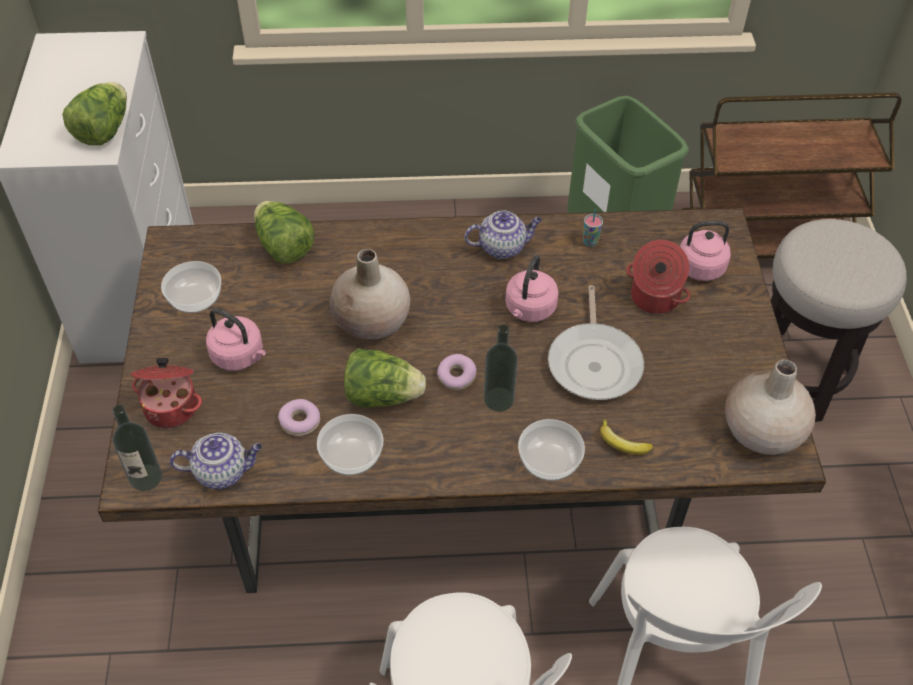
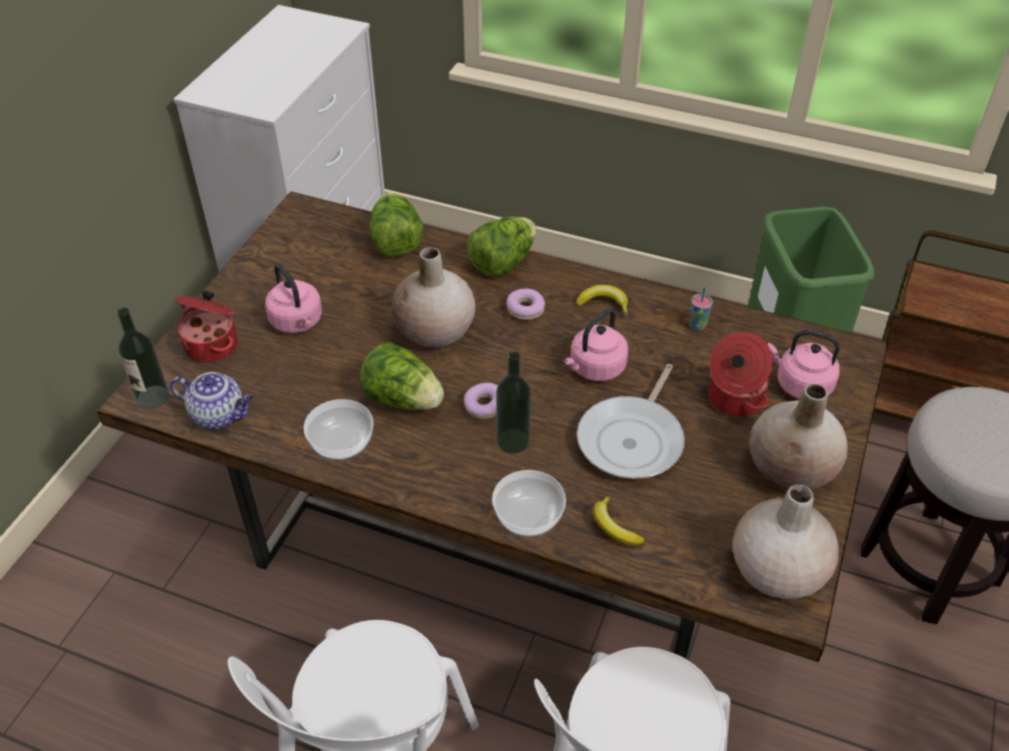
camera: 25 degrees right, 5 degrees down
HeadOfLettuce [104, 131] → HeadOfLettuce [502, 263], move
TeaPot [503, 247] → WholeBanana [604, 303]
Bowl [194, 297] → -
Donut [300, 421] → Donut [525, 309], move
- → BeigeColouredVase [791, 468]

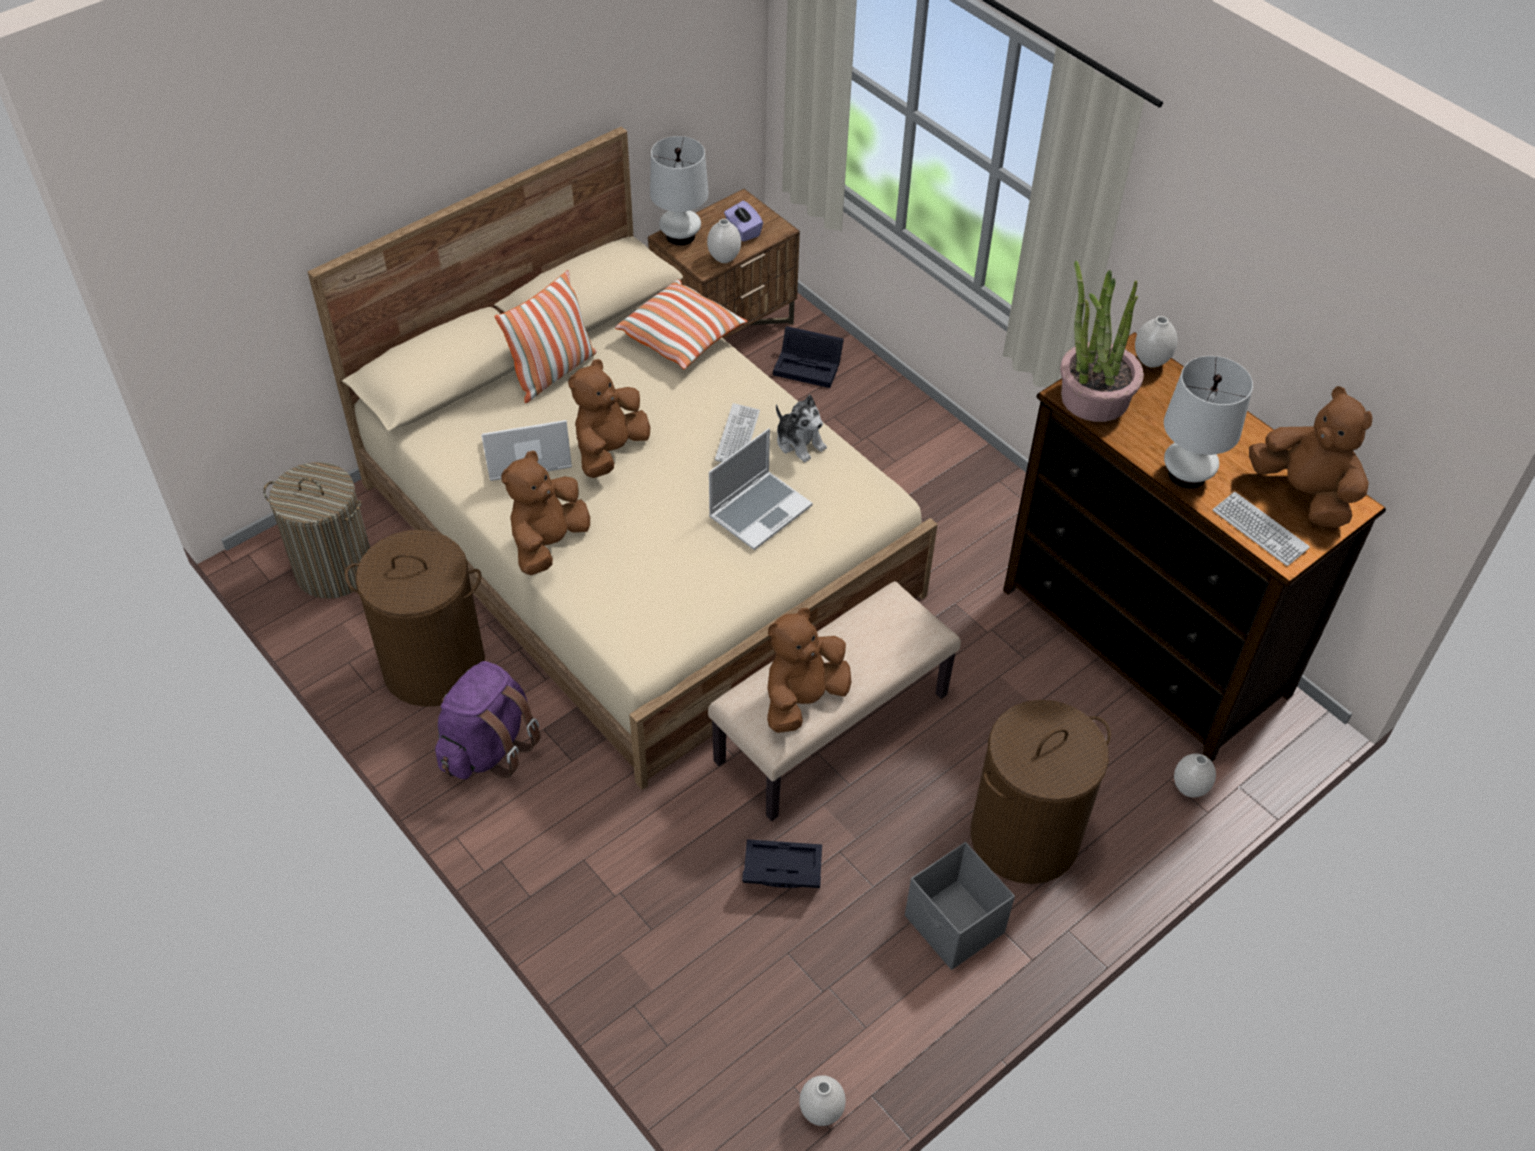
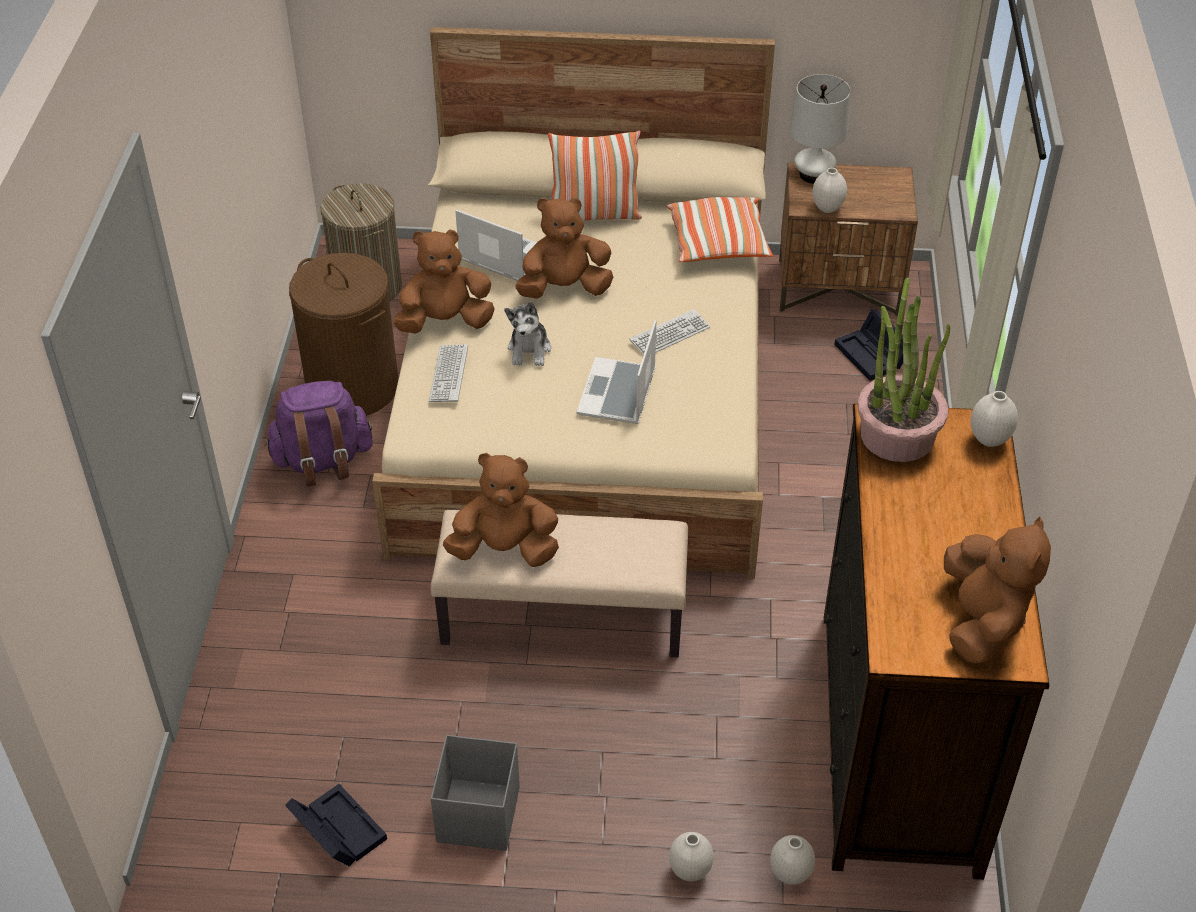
camera: 45 degrees right, 5 degrees down
PurpleColouredBoxOfTissues [743, 231] → -
WhiteLampForATable [1187, 475] → -
PlushToy [799, 442] → PlushToy [529, 350], move
Laptop [760, 510] → Laptop [618, 394], 105 degrees clockwise
ComputerKeyboard [1259, 530] → ComputerKeyboard [448, 374], move
BrownColouredHamper [1024, 837] → -
BlackishStorageBin [779, 872] → BlackishStorageBin [336, 830], move
WhiteVase [820, 1112] → WhiteVase [689, 871], move

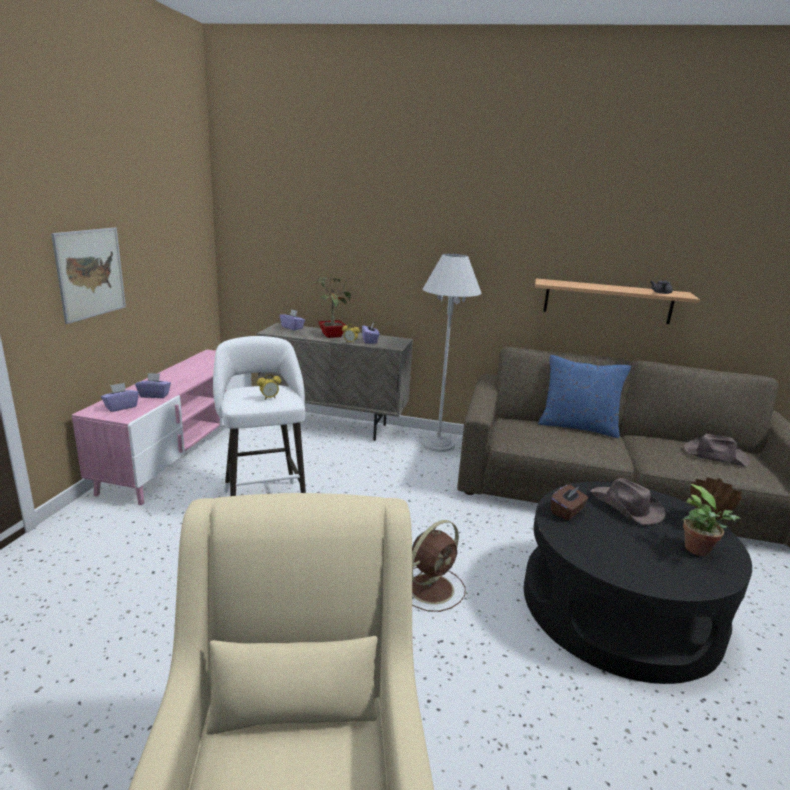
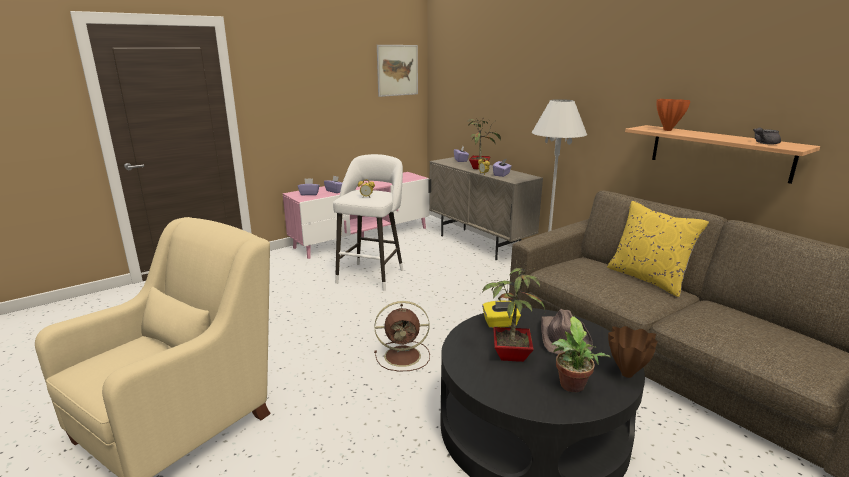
camera: 40 degrees right, 0 degrees up
WallPicture [90, 273] → WallPicture [397, 70], move
BlueColouredThrowPillow [578, 427] → YellowishThrowPillow [648, 279]
BrownColouredClothingHat [714, 455] → -
BrownColouredBoxOfTissues [567, 512] → YellowishBoxOfTissues [500, 323]
- → OrangeColouredVase [668, 130]
- → PottedPlant [509, 355]

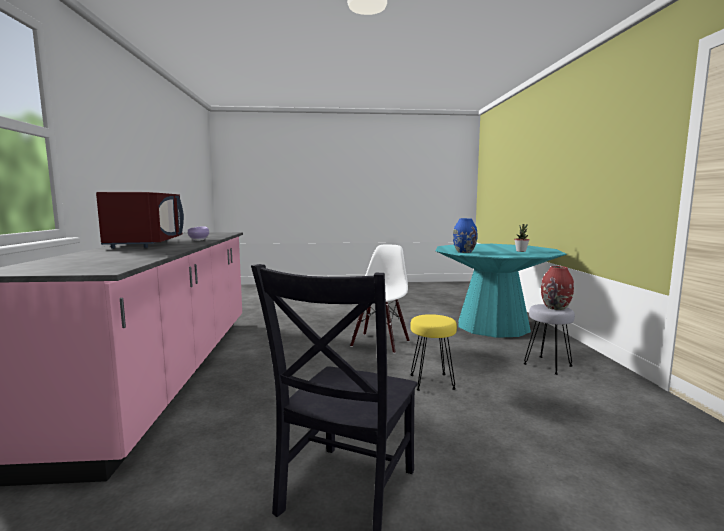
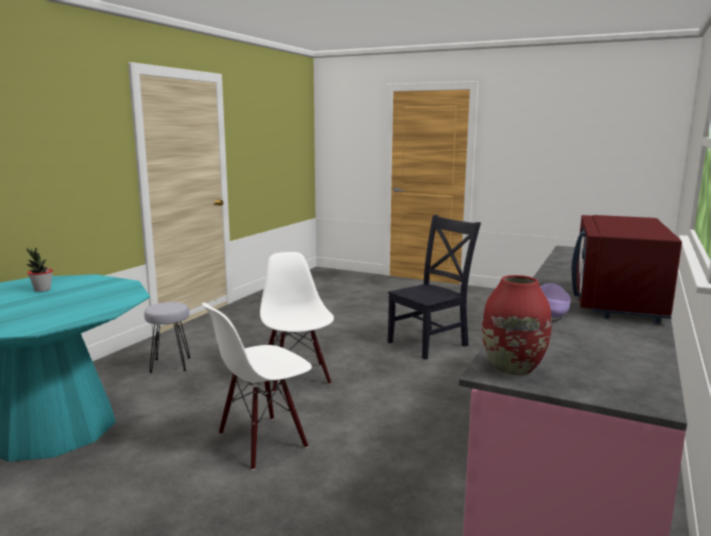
camera: 150 degrees left, 5 degrees up
BlueColouredVase [464, 252] → -
RedVase [556, 308] → RedVase [512, 368], move
YellowishStoolSeat [431, 382] → WhiteChair [296, 377]

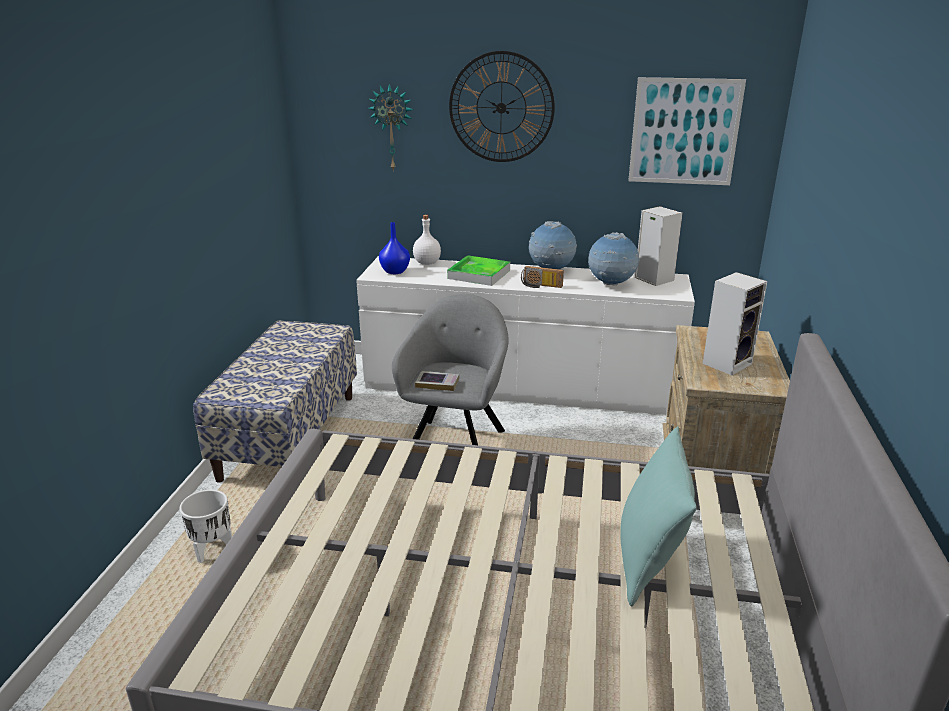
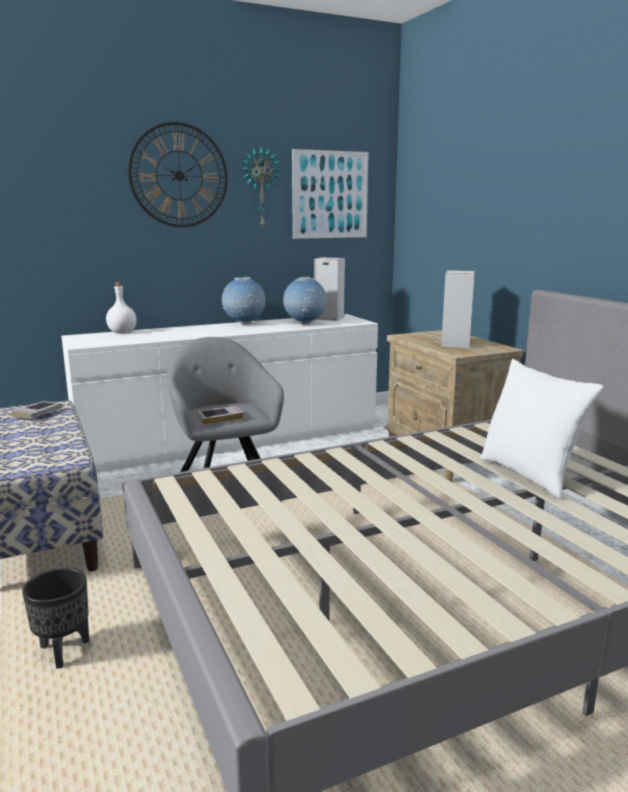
camera: 35 degrees left, 10 degrees down
HangingClock [392, 128] → HangingClock [260, 188], move
BlueColouredVase [395, 271] → -
ServingTray [479, 274] → -
RadioReceiver [540, 286] → -
TurquoiseColouredThrowPillow [648, 562] → WhiteThrowPillow [529, 475]
WhitePlantPot [213, 550] → BlackishPlantPot [63, 651]
- → BoundBook [38, 413]

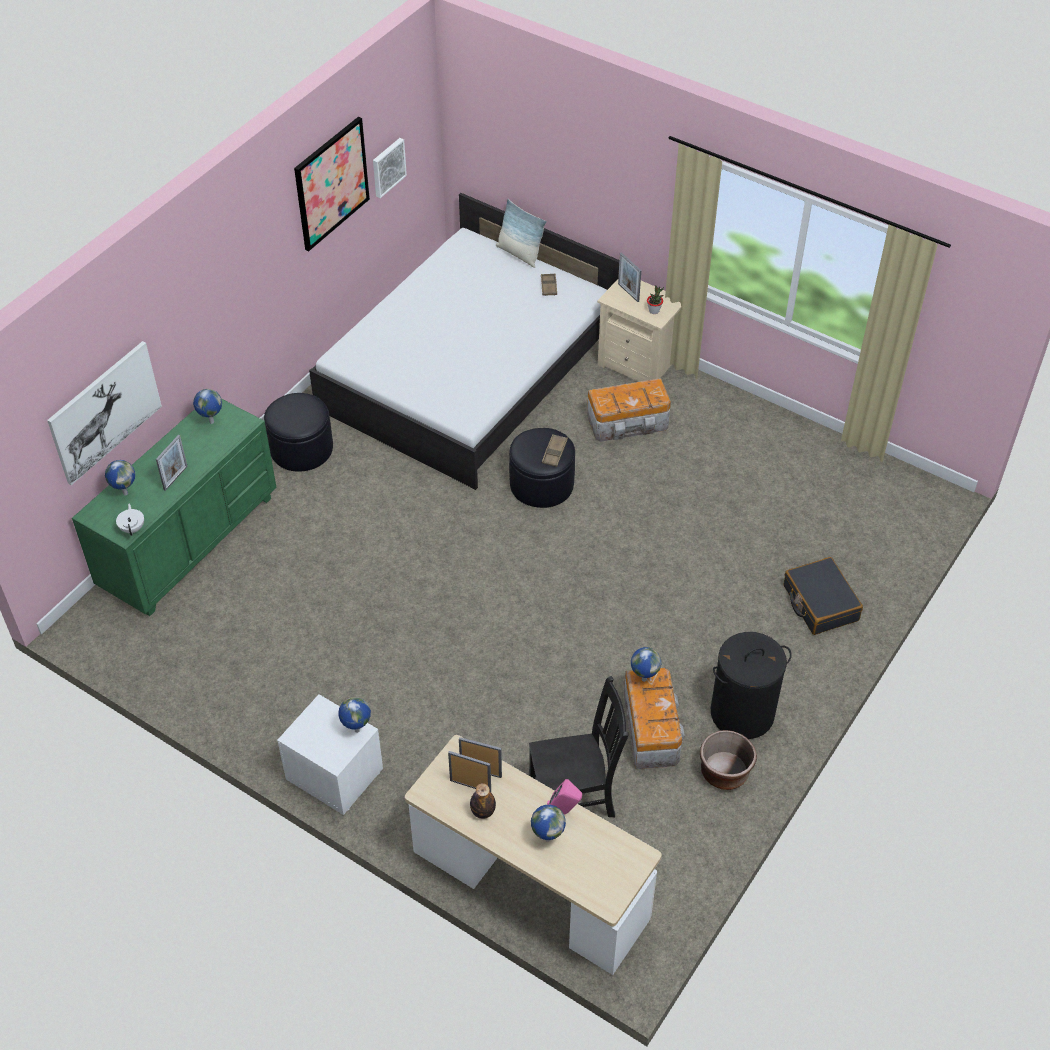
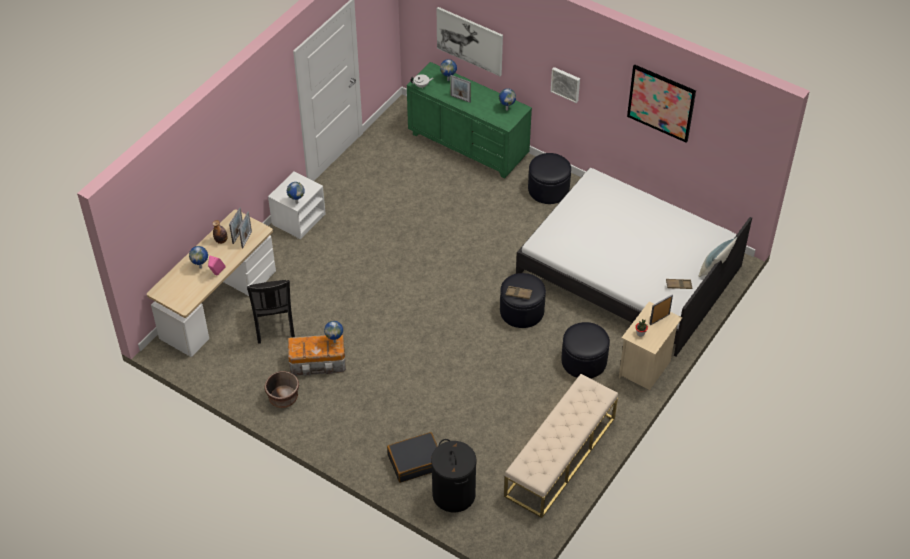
camera: 90 degrees right, 0 degrees up
WallPicture [387, 167] → WallPicture [566, 84], move
StorageBin [629, 423] → BlackishOttoman [584, 361]
BlackishHamper [742, 713] → BlackishHamper [453, 494], move
- → BeigeColouredBench [560, 457]

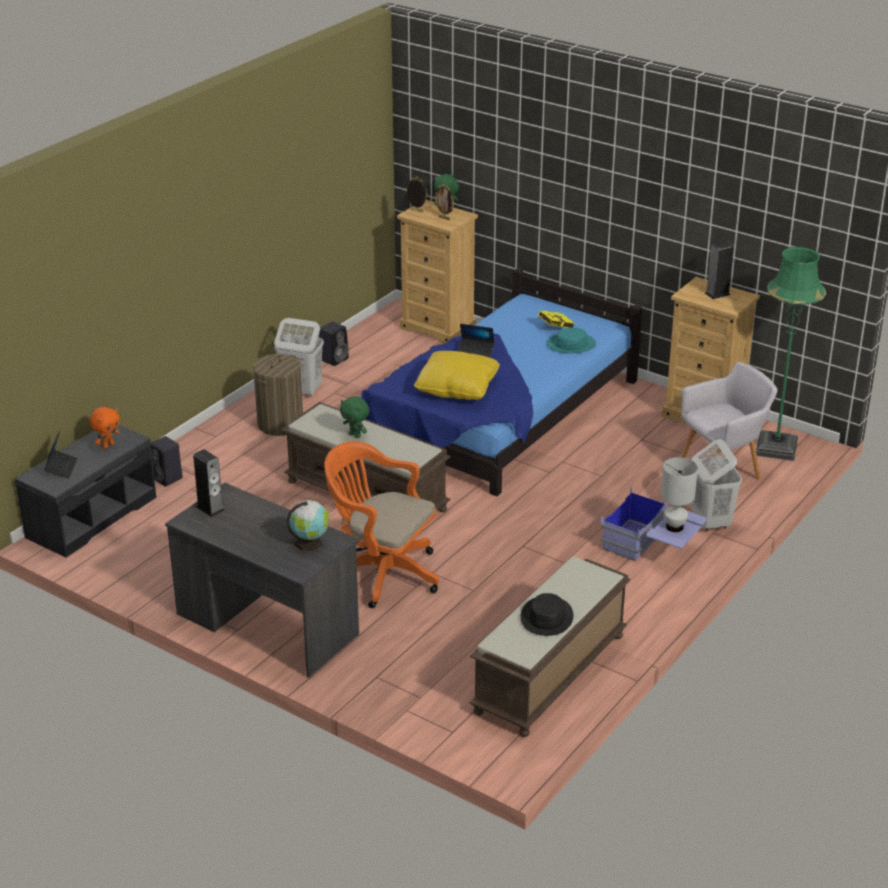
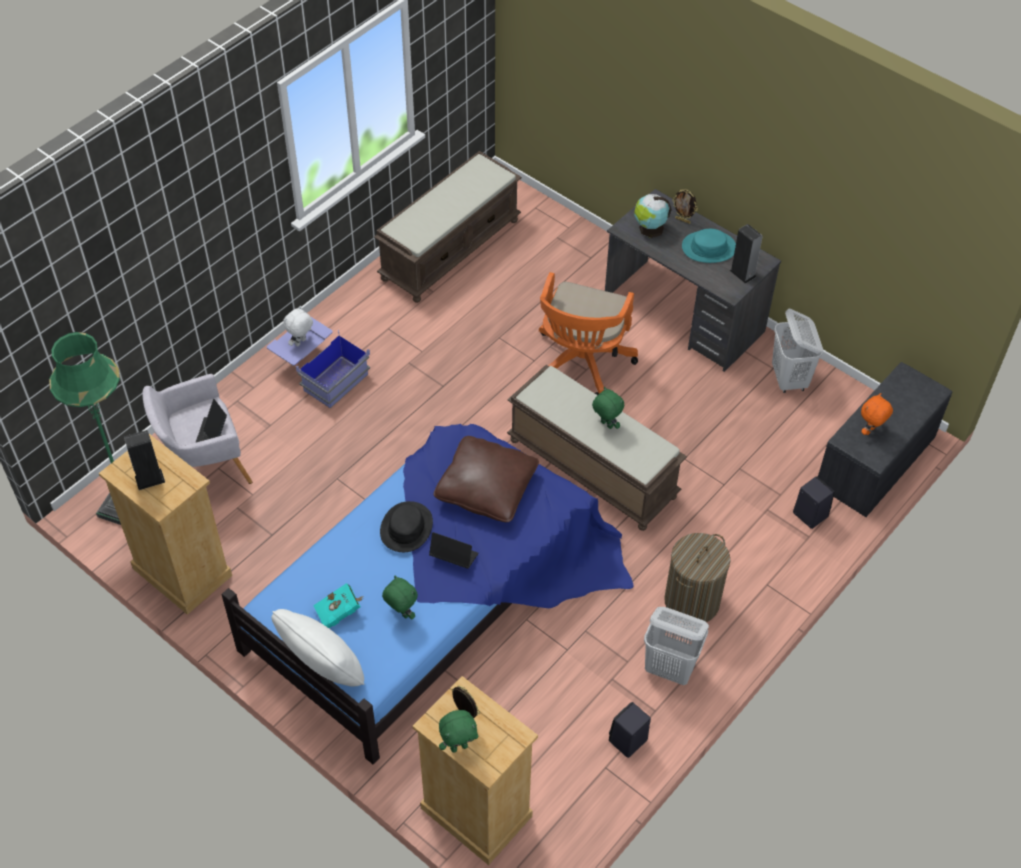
camera: 175 degrees left, 20 degrees up
PictureFrame [416, 211] → PictureFrame [683, 220], move
YellowishBoundBook [554, 327] → TurquoiseColouredBoundBook [340, 612]
TurquoiseColouredClothingHat [571, 344] → TurquoiseColouredClothingHat [708, 247], move
YellowishThrowPillow [457, 388] → BrownColouredThrowPillow [486, 488]
Laptop [61, 468] → Laptop [211, 434], move
WhiteHamper [710, 521] → WhiteHamper [789, 379], move
OrangeColouredOfficeChair [381, 573] → OrangeColouredOfficeChair [581, 364], 75 degrees clockwise
WhiteLampForATable [674, 527] → WhitePlushToy [301, 343]
BlackishClothingHat [547, 617] → BlackishClothingHat [406, 527], move
- → GreenColouredPlushToy [401, 613]
- → WhiteThrowPillow [323, 669]

